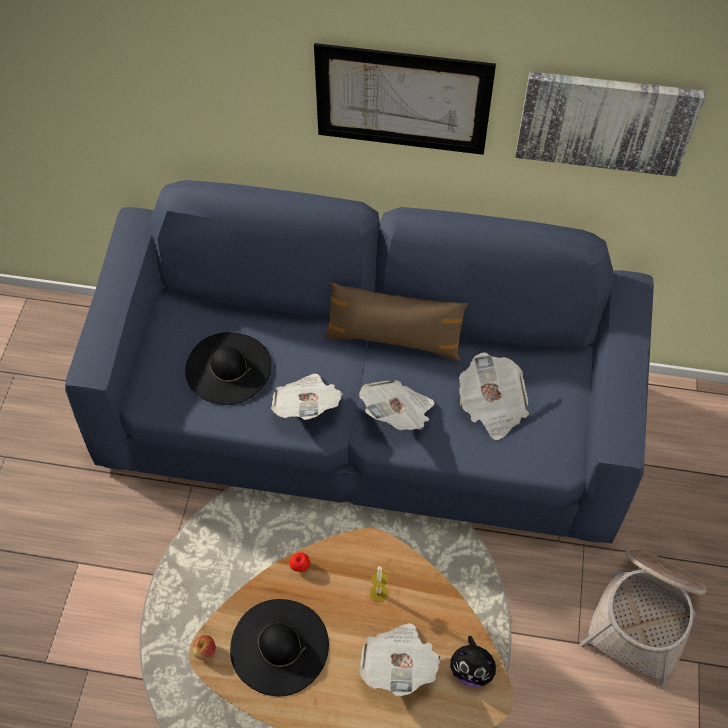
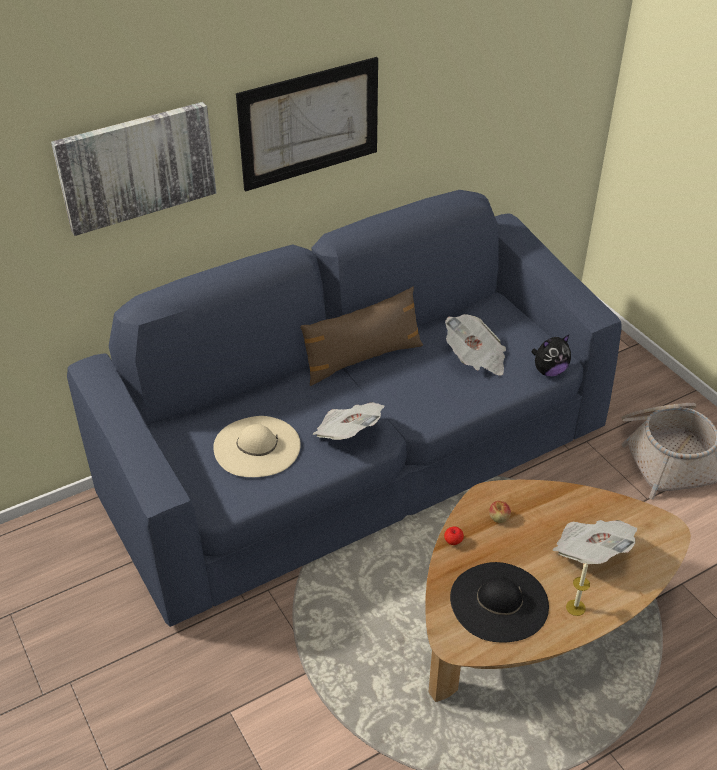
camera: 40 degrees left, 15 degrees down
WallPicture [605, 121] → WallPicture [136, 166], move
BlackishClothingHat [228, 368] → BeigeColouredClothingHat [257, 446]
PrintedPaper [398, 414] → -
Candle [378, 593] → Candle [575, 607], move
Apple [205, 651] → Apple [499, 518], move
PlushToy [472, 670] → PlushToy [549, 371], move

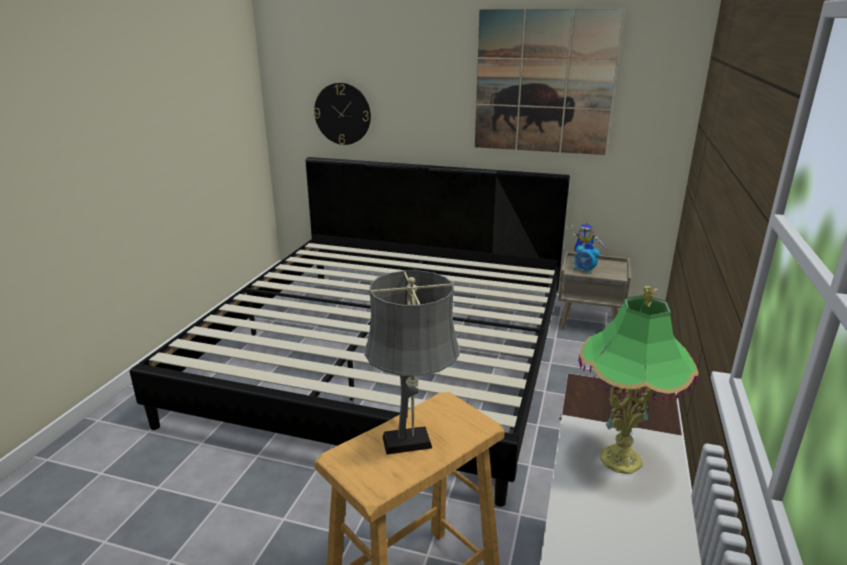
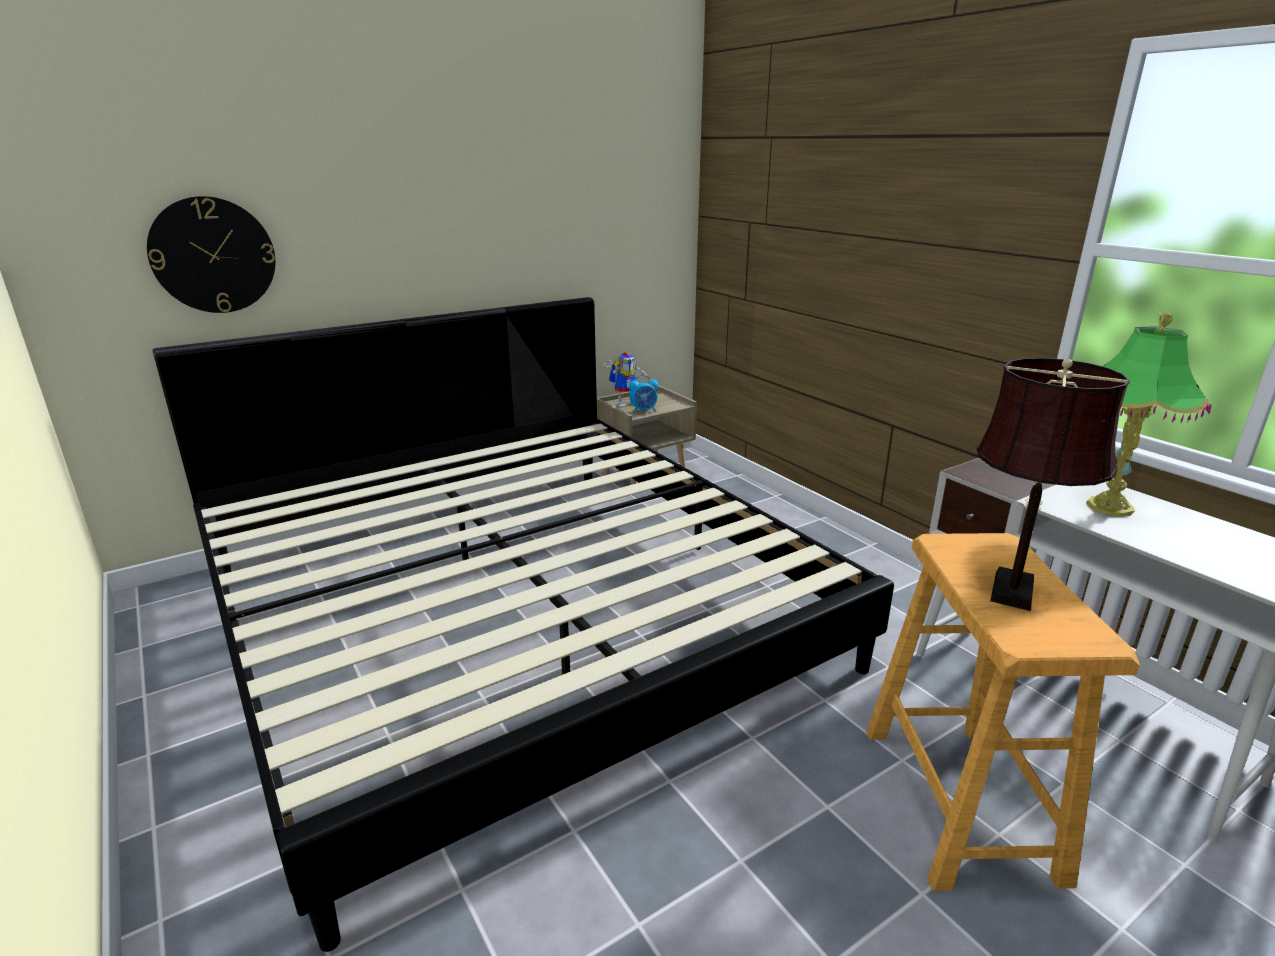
camera: 50 degrees left, 0 degrees up
WallPicture [543, 83] → -
GrayLampForATable [412, 442] → BrownColouredLampForATable [1013, 587]

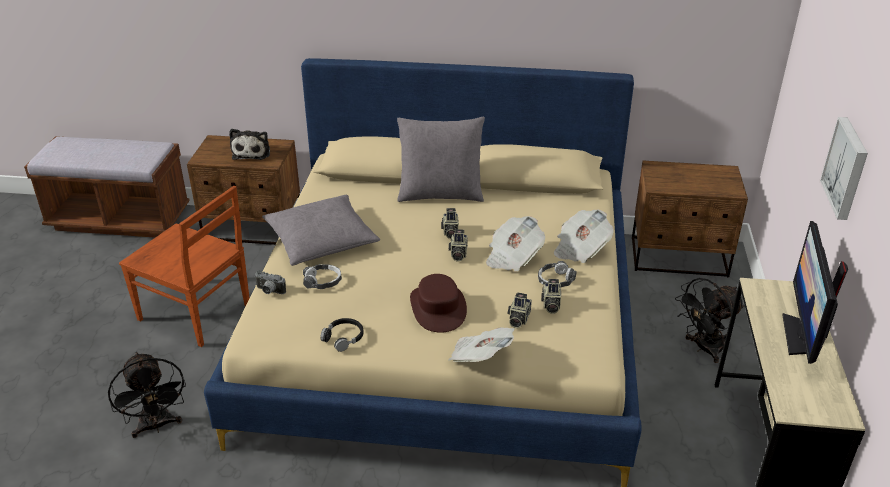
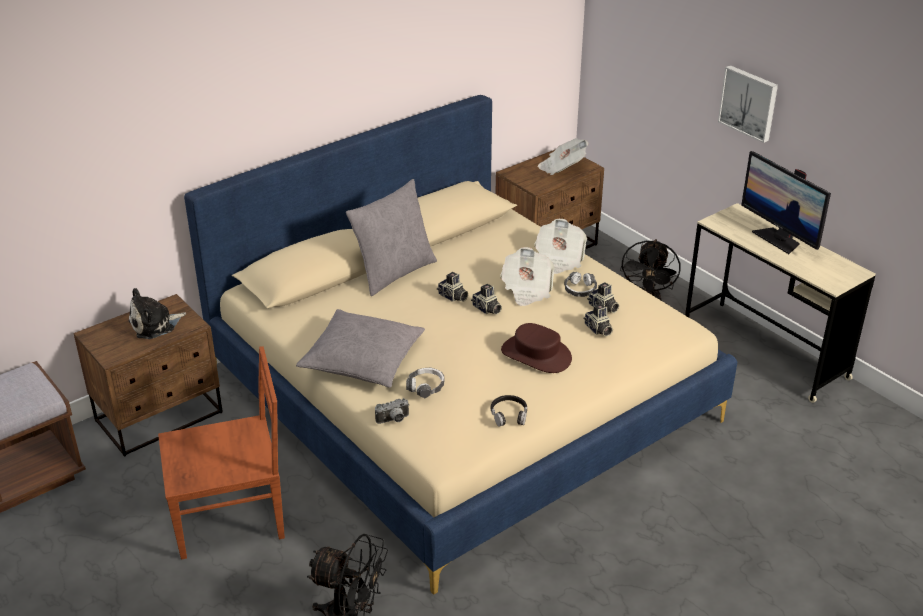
camera: 45 degrees left, 0 degrees up
PlushToy [252, 152] → PlushToy [155, 325], 105 degrees clockwise
PrintedPaper [480, 357] → PrintedPaper [562, 168], move

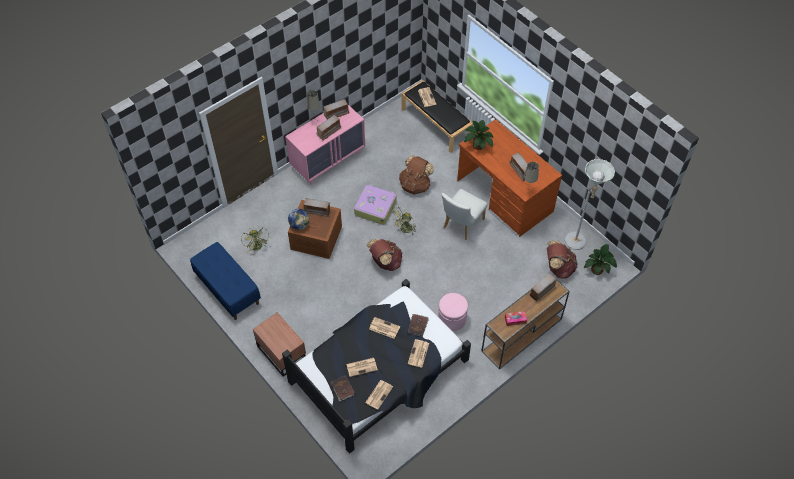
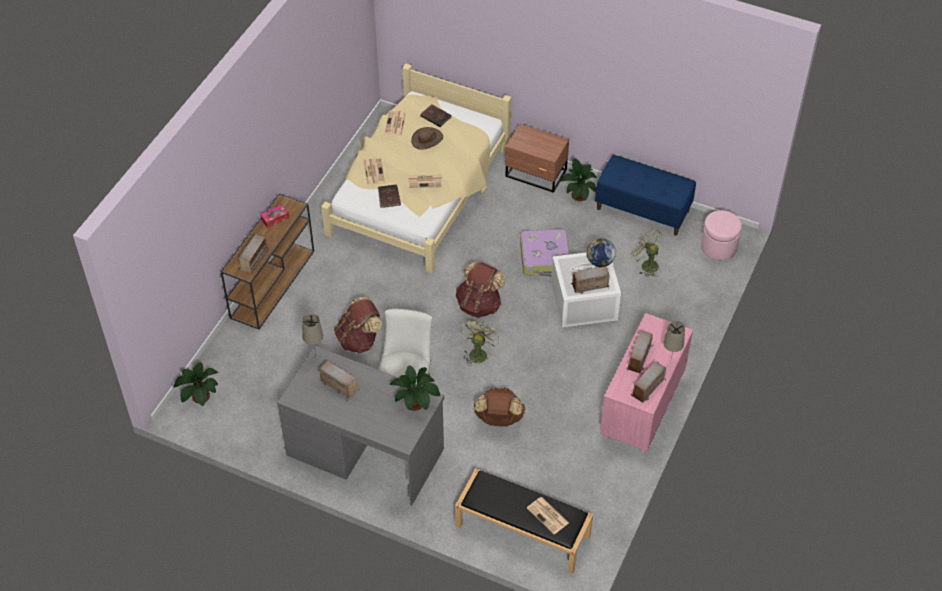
camera: 155 degrees right, 5 degrees down
BrownColouredDeskTable [504, 196] → GrayDeskTable [365, 451]
GrayStandardLamp [577, 245] → -
PieceOfLuggage [375, 207] → PieceOfLuggage [545, 258], move
BrownColouredStorageBin [317, 237] → WhiteStorageBin [583, 302]
BrownColouredKnapsack [558, 268] → BrownColouredKnapsack [359, 340], move
BlackishSleepingBed [379, 372] → BeigeColouredSleepingBed [418, 193]
PinkishOttoman [452, 319] → PinkishOttoman [718, 247], move
PrintedPaper [362, 367] → BrownColouredClothingHat [427, 139]
- → PottedPlant [579, 194]

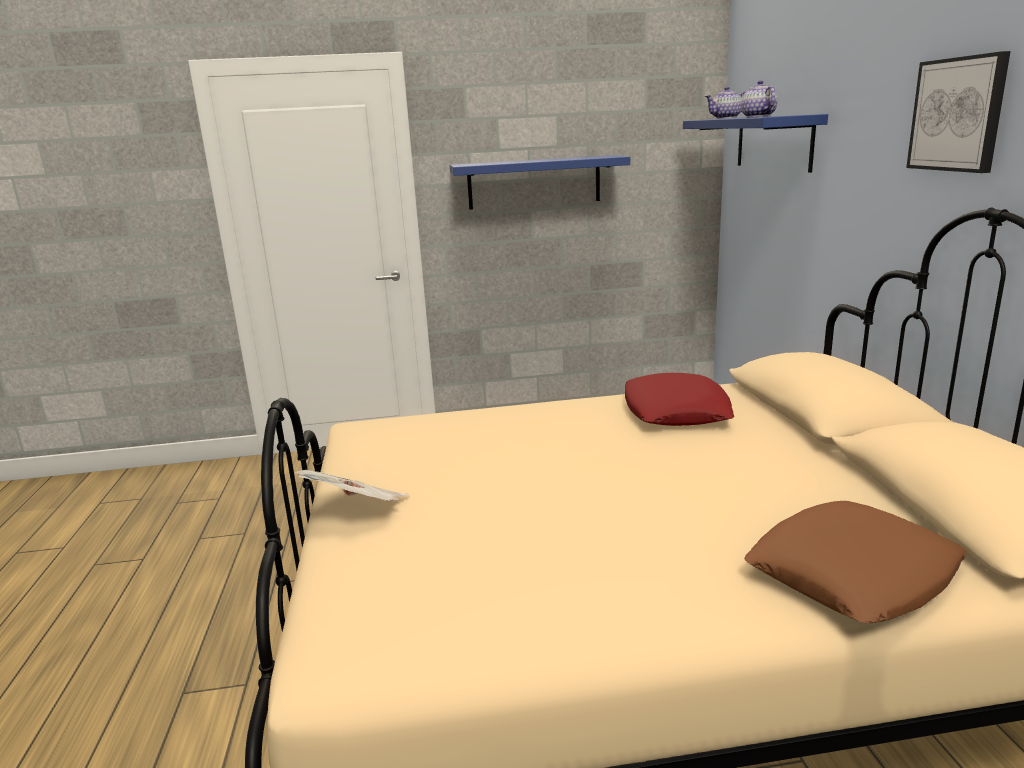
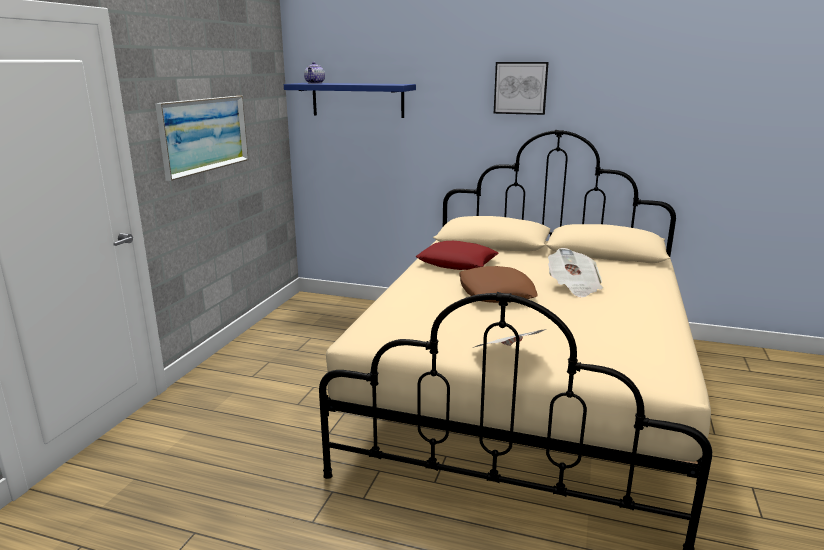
camera: 65 degrees left, 0 degrees up
TeaPot [757, 117] → -
BlueColouredBracketShelf [534, 182] → WallPicture [204, 134]
BrownColouredThrowPillow [852, 573] → BrownColouredThrowPillow [495, 292], move
- → PrintedPaper [573, 287]

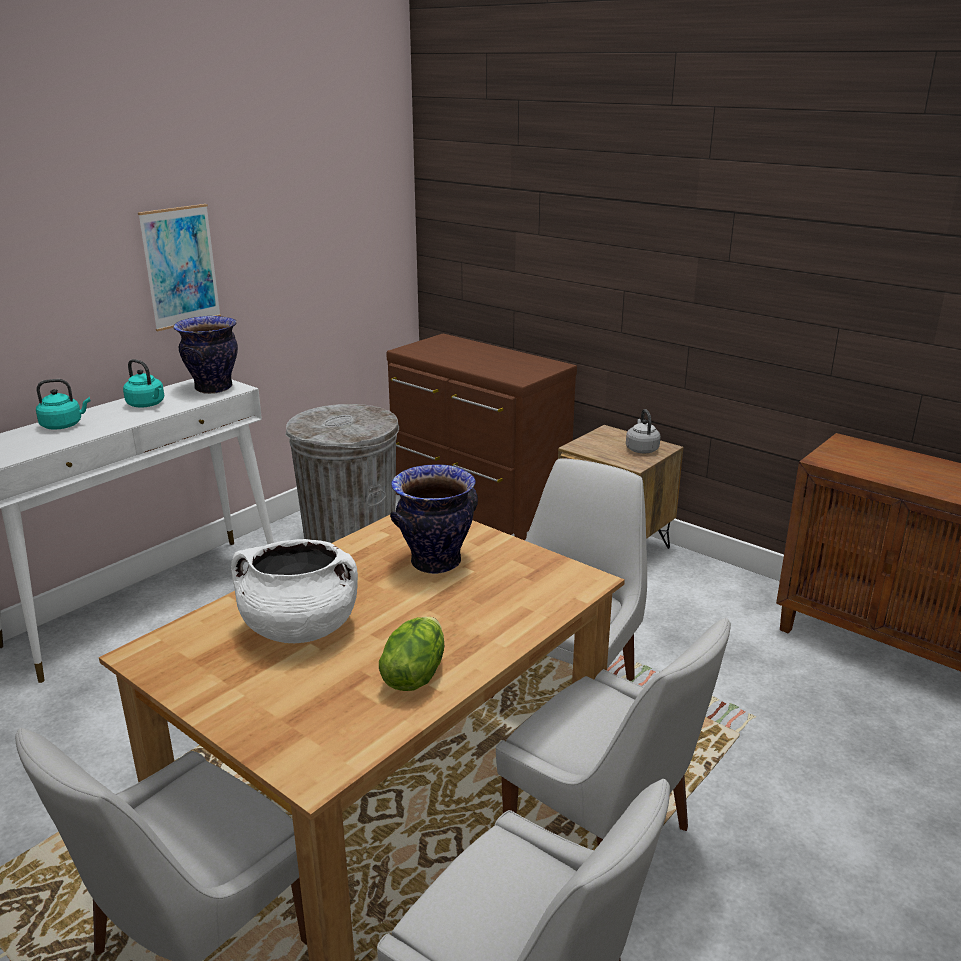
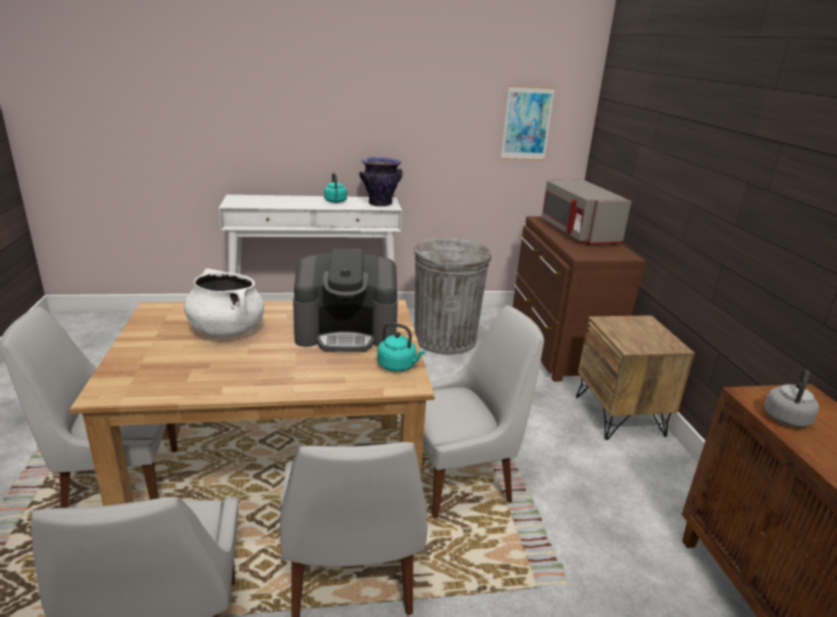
camera: 40 degrees right, 0 degrees up
WallPicture [180, 267] → WallPicture [526, 123], move
TurquoiseColouredTeaKettle [64, 425] → TurquoiseColouredTeaKettle [398, 366], move
GrayTeaKettle [641, 449] → GrayTeaKettle [786, 417], move
Vase [435, 562] → CoffeeBrewer [347, 332]
HeadOfLettuce [414, 674] → -
- → GrayKitchenMicrowave [577, 233]

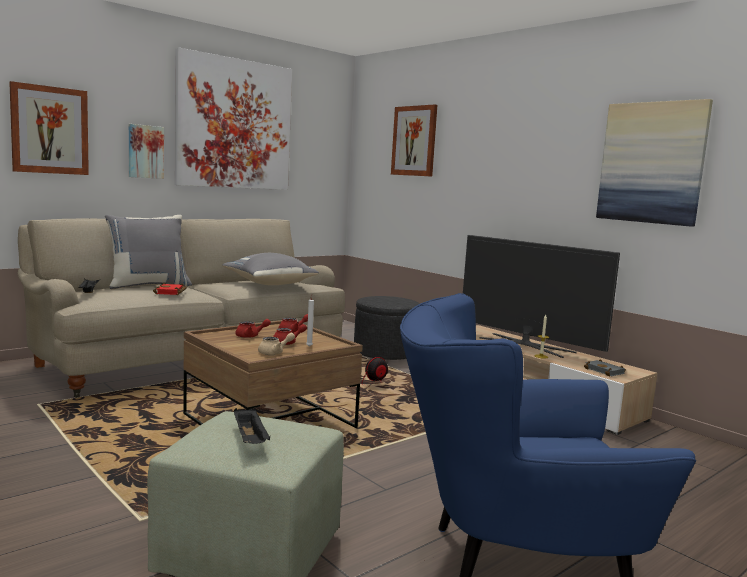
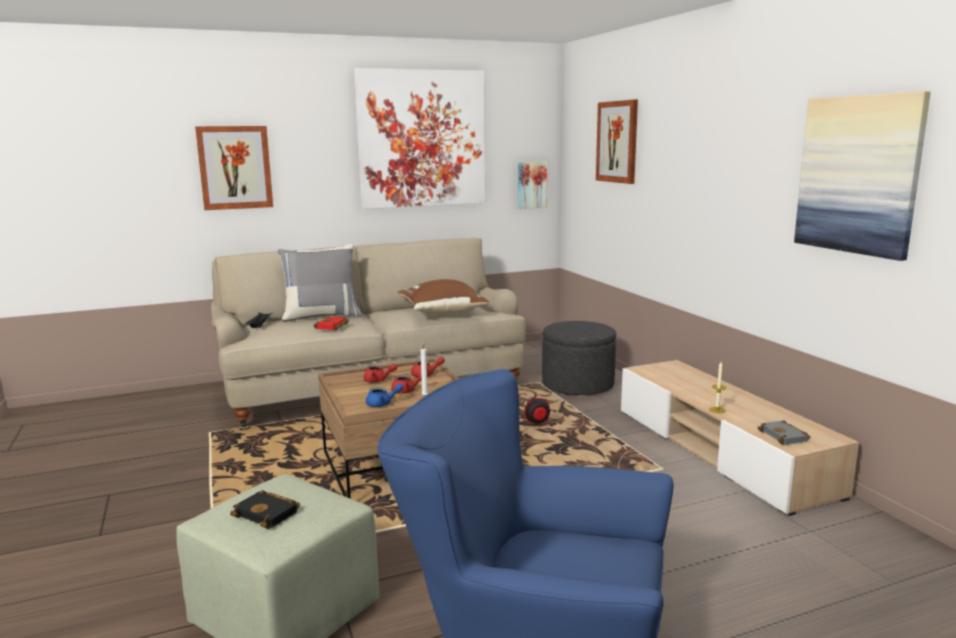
camera: 20 degrees right, 5 degrees up
WallPicture [145, 151] → WallPicture [531, 185], move
Tv [526, 345] → -
GrayThrowPillow [270, 284] → BrownColouredThrowPillow [443, 313]
BeigeColouredTeaPot [274, 353] → BlueColouredTeaPot [382, 404]
BlackishServingTray [250, 440] → BlackishBoundBook [269, 513]

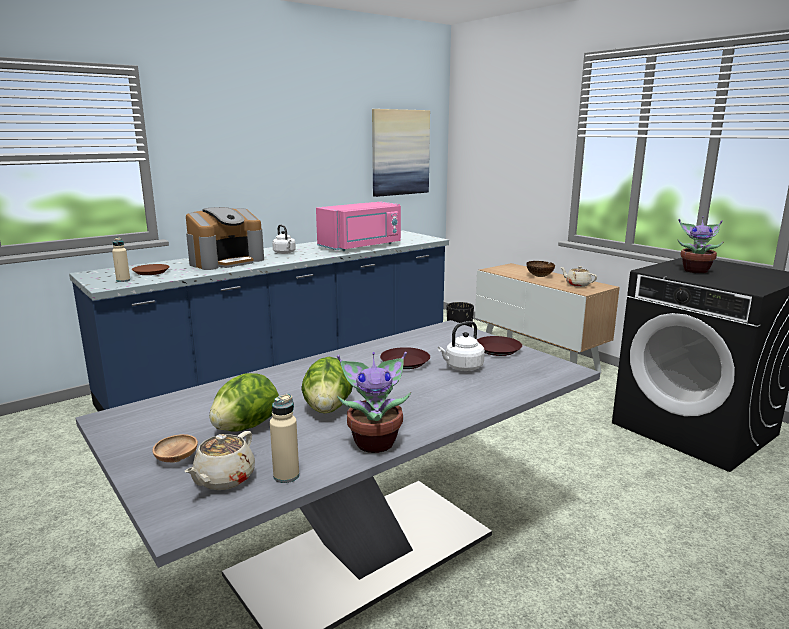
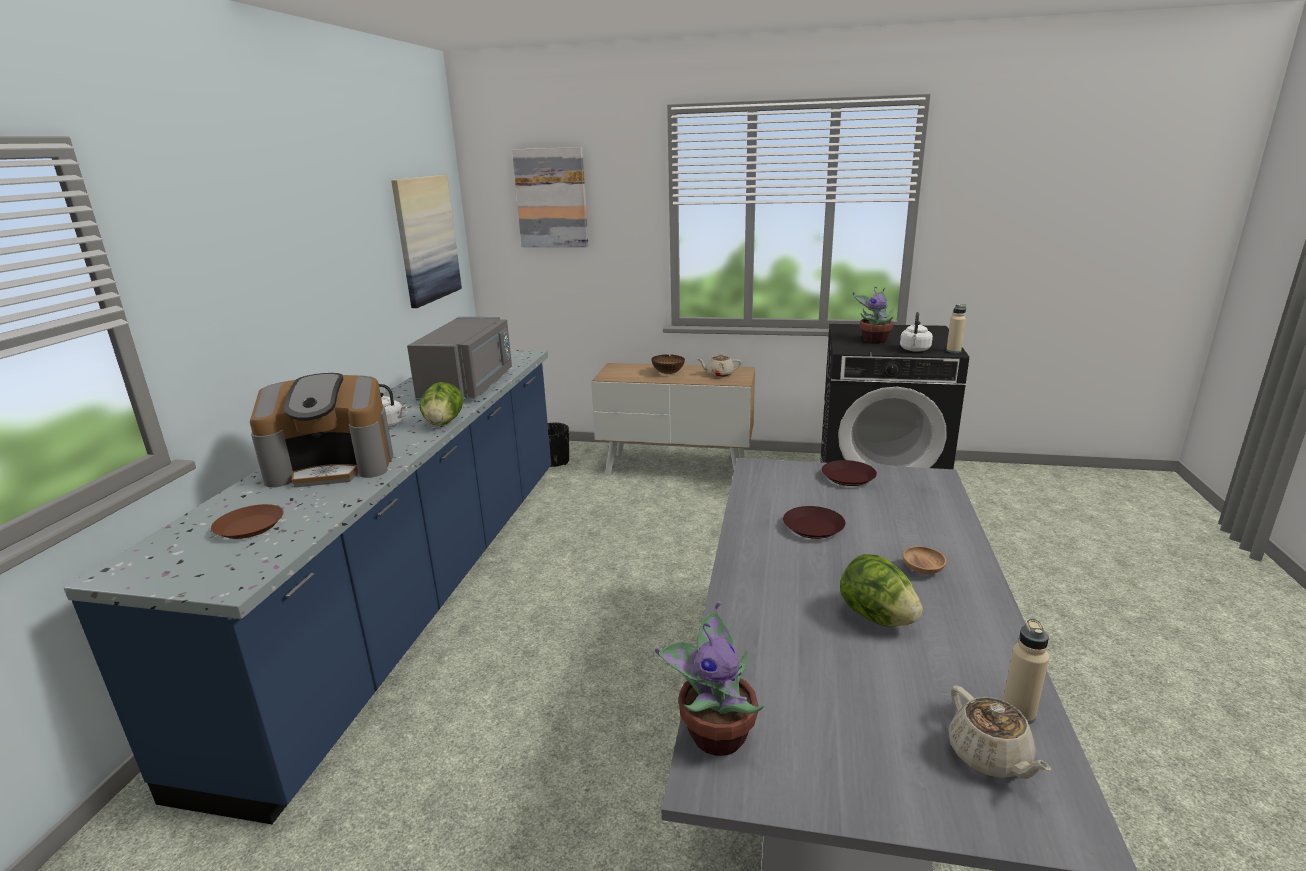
camera: 40 degrees left, 5 degrees up
PinkishKitchenMicrowave [362, 246] → GrayKitchenMicrowave [469, 386]
CoffeeBrewer [226, 261] → CoffeeBrewer [333, 466], 75 degrees clockwise
BeigeColouredDrinkBottle [123, 280] → BeigeColouredDrinkBottle [953, 351], move
WhiteTeaKettle [462, 367] → WhiteTeaKettle [914, 350], move
PottedPlant [375, 441] → PottedPlant [714, 733], move
HeadOfLettuce [245, 427] → HeadOfLettuce [444, 423], move
BrownColouredBowl [176, 458] → BrownColouredBowl [922, 569], move
- → WallPicture [551, 198]

